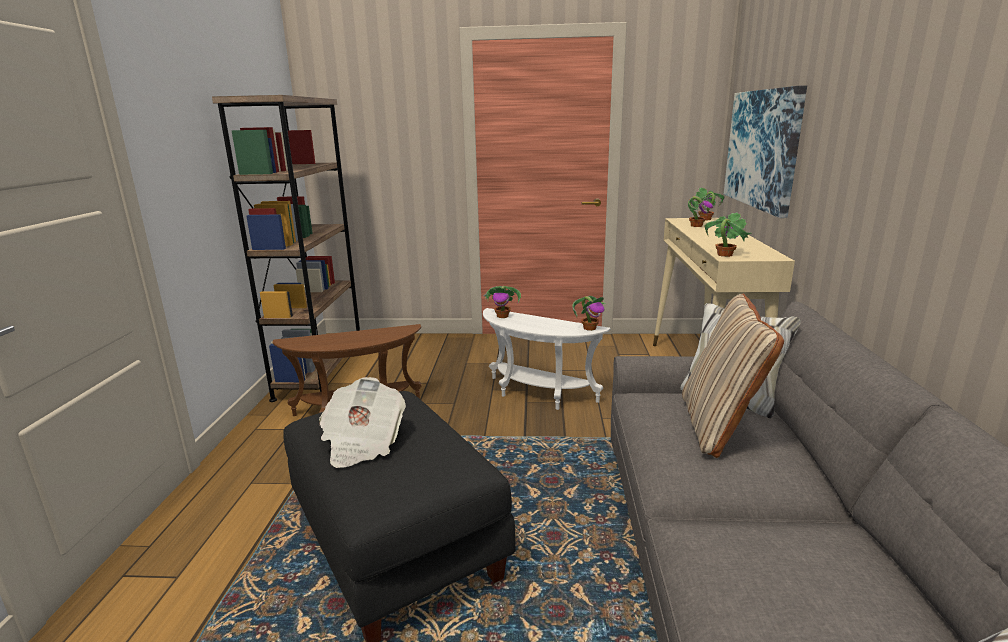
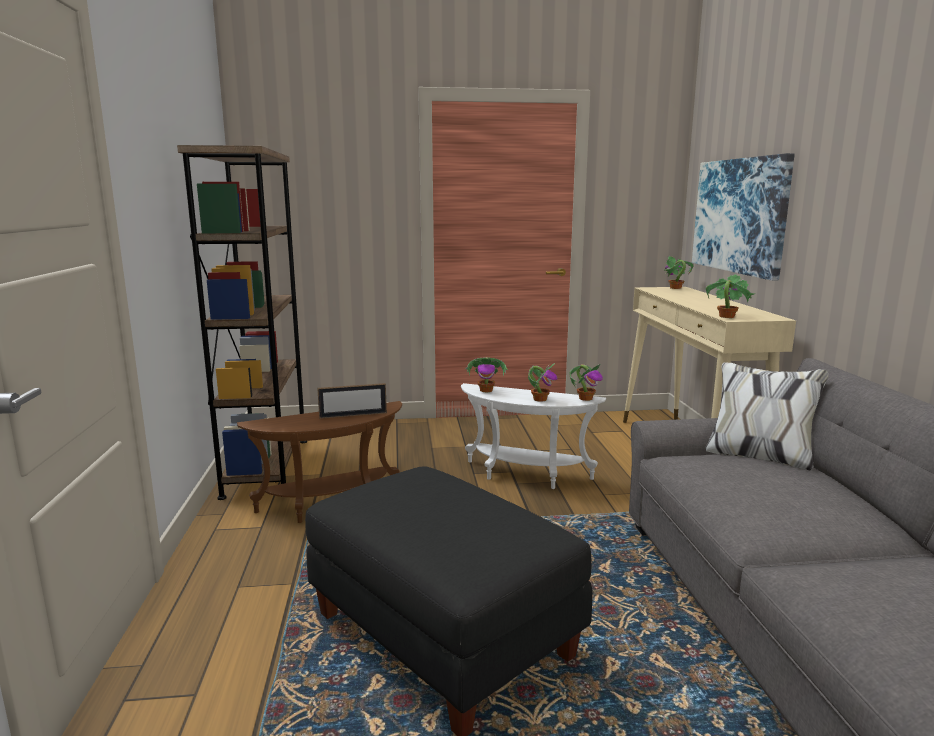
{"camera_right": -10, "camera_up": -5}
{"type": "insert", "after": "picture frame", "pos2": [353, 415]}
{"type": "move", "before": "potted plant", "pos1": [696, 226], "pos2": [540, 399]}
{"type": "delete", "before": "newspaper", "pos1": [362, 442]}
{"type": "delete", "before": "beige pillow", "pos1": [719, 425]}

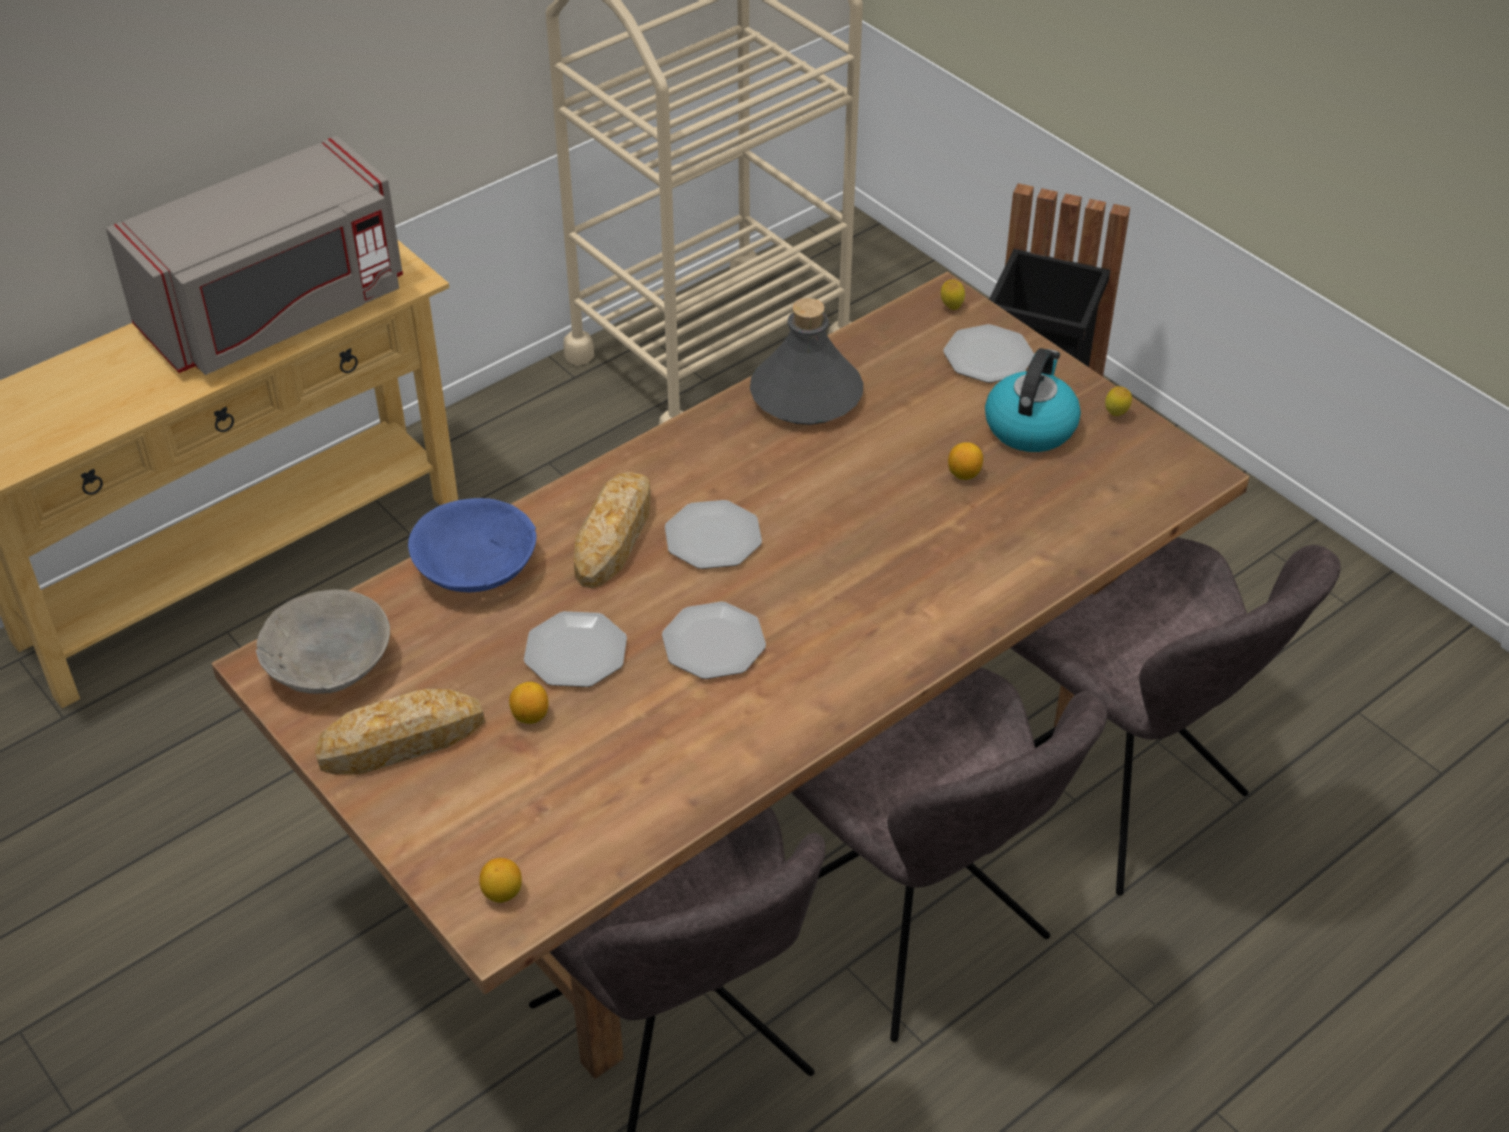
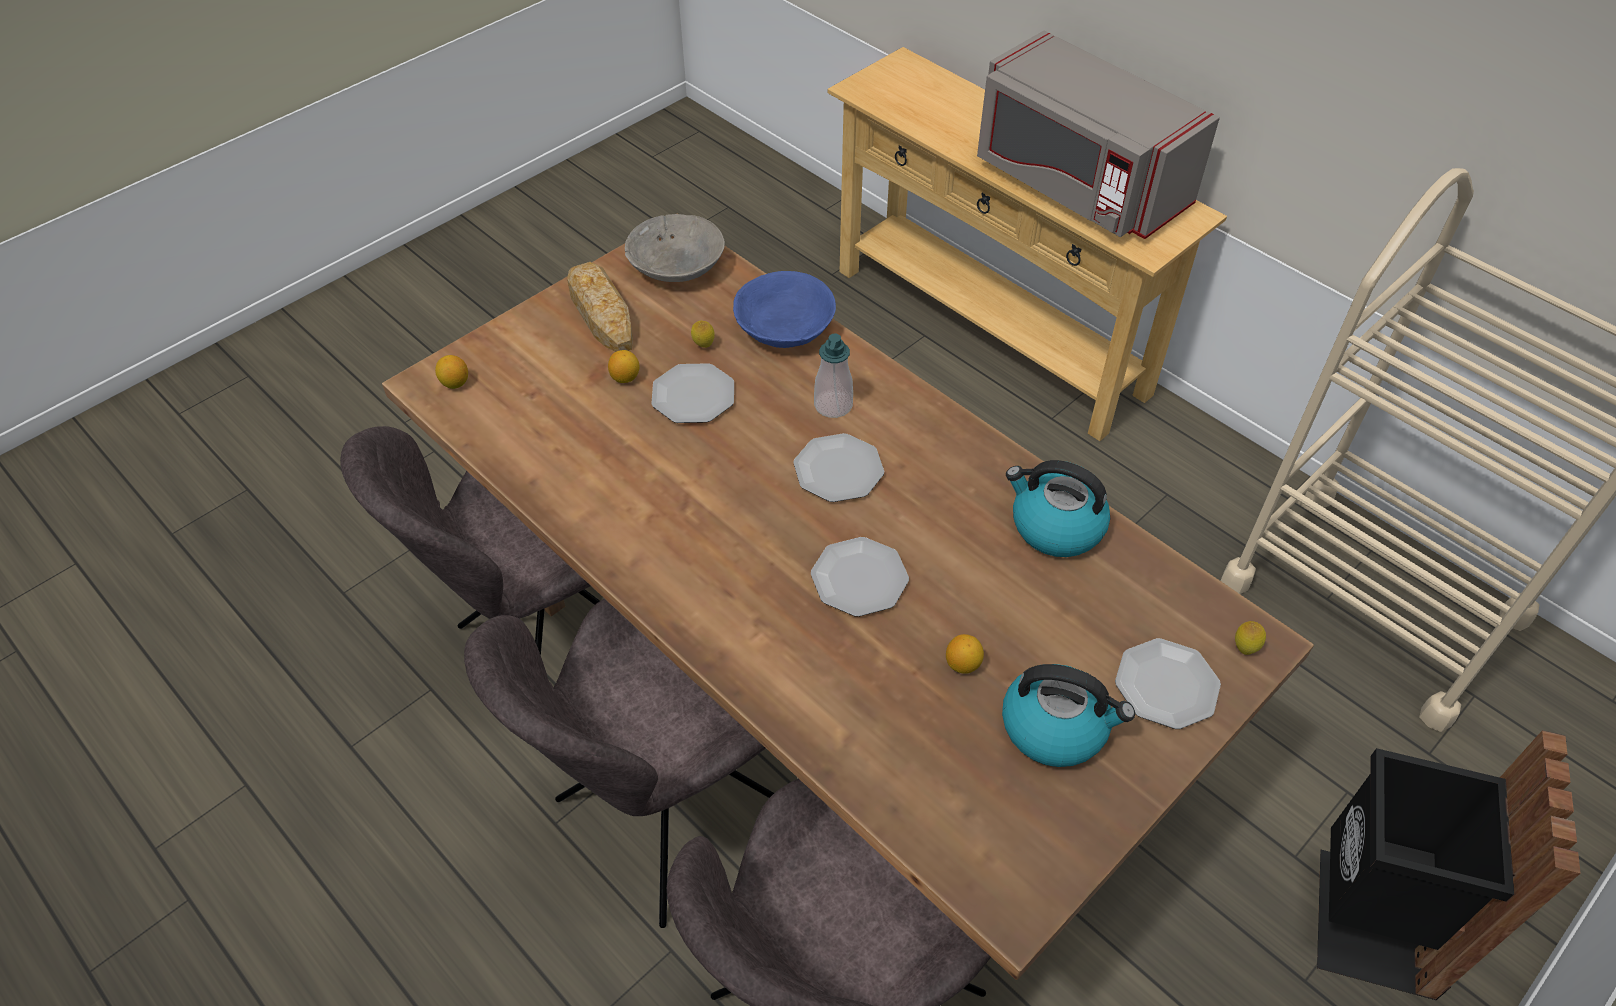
{"camera_right": 85, "camera_up": 5}
{"type": "move", "before": "lemon", "pos1": [1116, 415], "pos2": [703, 346]}
{"type": "move", "before": "plate", "pos1": [713, 643], "pos2": [860, 579]}
{"type": "replace", "before": "bread", "after": "soap dispenser", "pos1": [614, 535], "pos2": [833, 405]}
{"type": "replace", "before": "grey bottle", "after": "kettle", "pos1": [807, 395], "pos2": [1055, 526]}

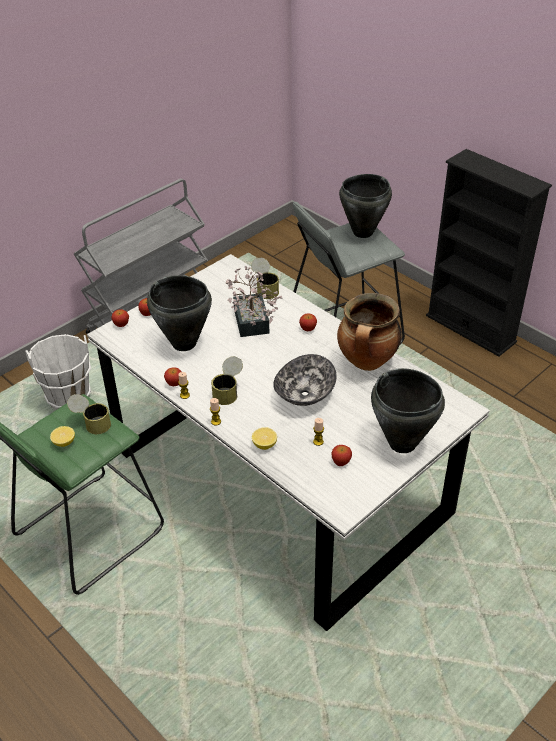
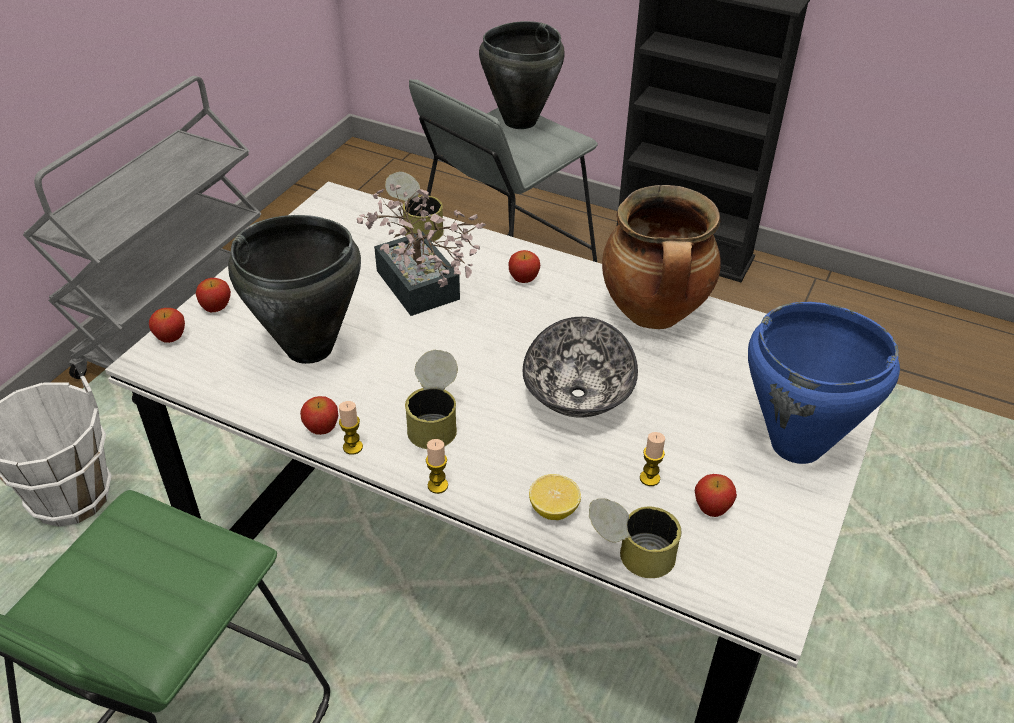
{"camera_right": -20, "camera_up": 0}
{"type": "move", "before": "can", "pos1": [91, 423], "pos2": [630, 554]}
{"type": "recolor", "before": "black cooking pot", "after": "blue cooking pot", "pos1": [402, 444], "pos2": [797, 446]}
{"type": "delete", "before": "lemon", "pos1": [64, 442]}

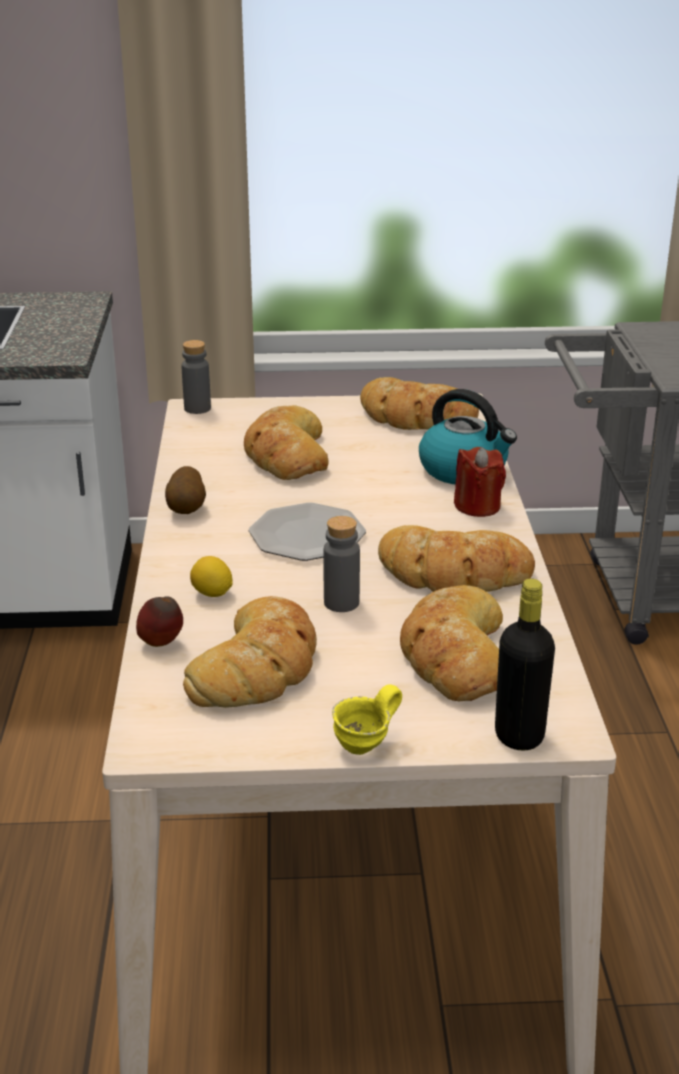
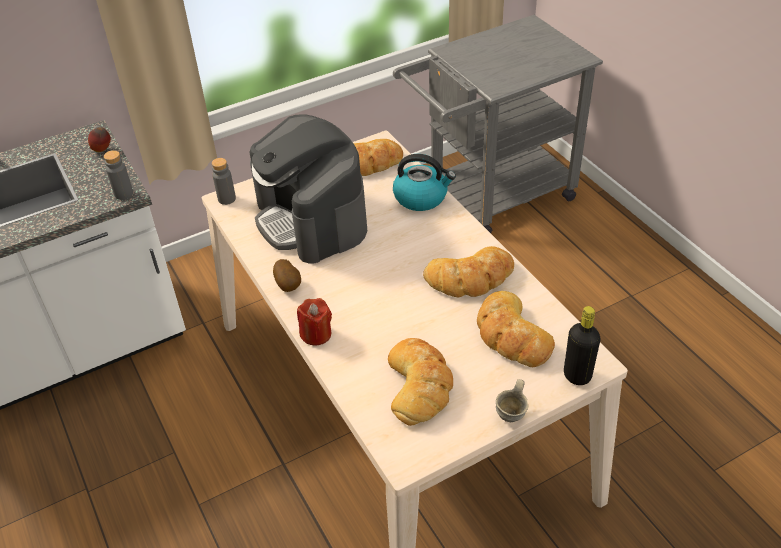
{"camera_right": -25, "camera_up": 15}
{"type": "move", "before": "apple", "pos1": [161, 644], "pos2": [102, 150]}
{"type": "move", "before": "grey bottle", "pos1": [341, 603], "pos2": [124, 194]}
{"type": "replace", "before": "bread", "after": "coffee machine", "pos1": [286, 454], "pos2": [311, 219]}
{"type": "move", "before": "red candle", "pos1": [477, 506], "pos2": [316, 334]}
{"type": "recolor", "before": "yellow mug", "after": "grey mug", "pos1": [367, 747], "pos2": [513, 414]}
{"type": "delete", "before": "lemon", "pos1": [212, 594]}
{"type": "delete", "before": "plate", "pos1": [307, 535]}

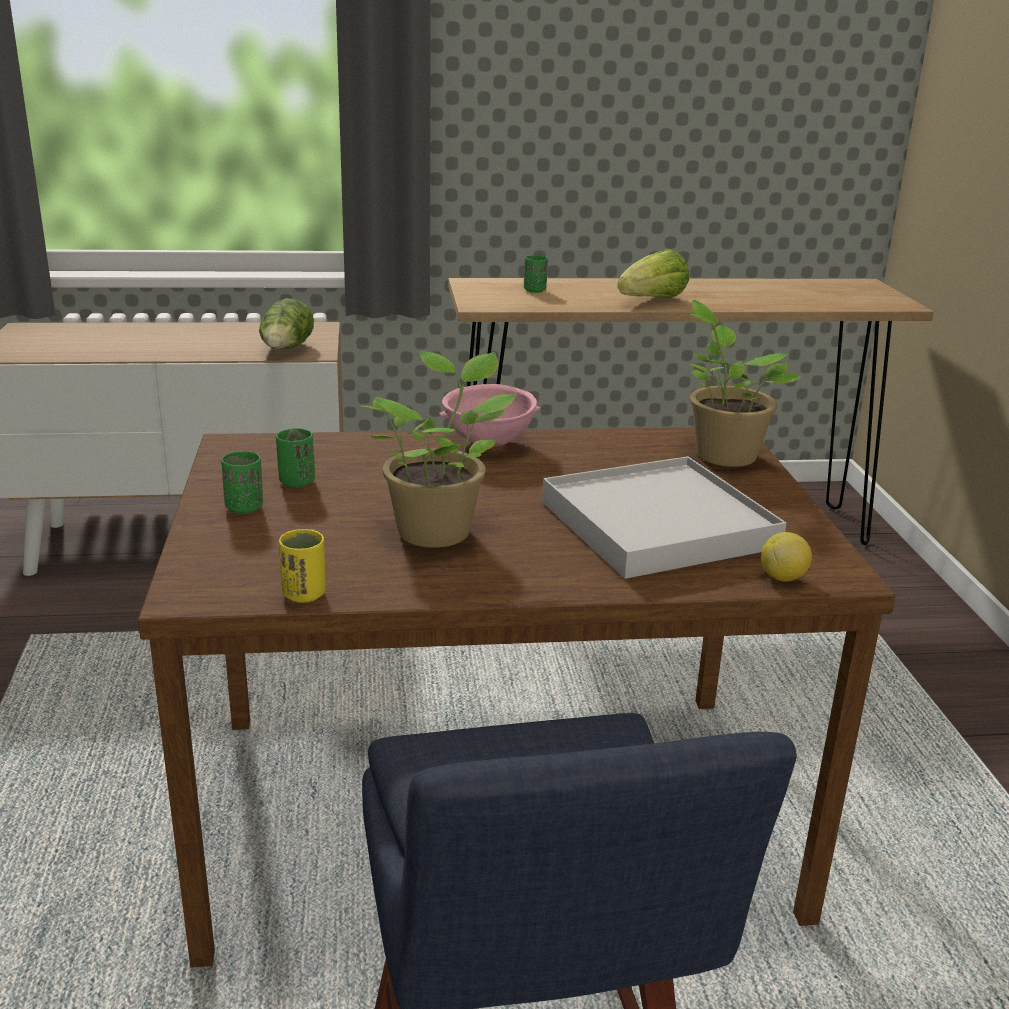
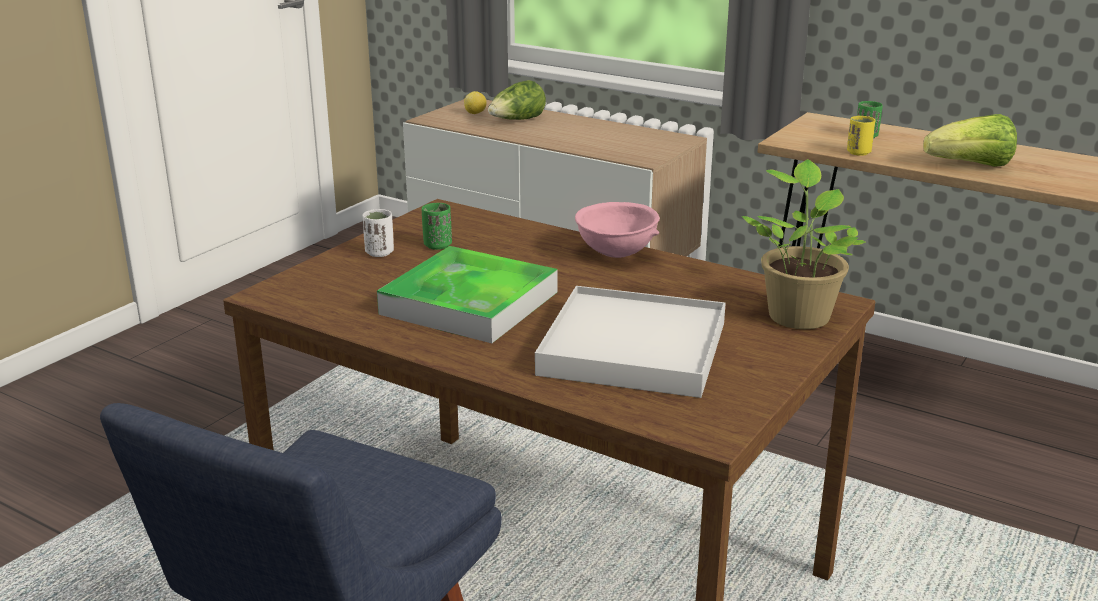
{"camera_right": 40, "camera_up": 0}
{"type": "recolor", "before": "green cup", "after": "white cup", "pos1": [244, 508], "pos2": [379, 253]}
{"type": "replace", "before": "potted plant", "after": "tray", "pos1": [437, 530], "pos2": [469, 303]}
{"type": "move", "before": "lemon", "pos1": [783, 577], "pos2": [475, 113]}
{"type": "move", "before": "lettuce", "pos1": [286, 350], "pos2": [517, 121]}
{"type": "move", "before": "yellow cup", "pos1": [304, 594], "pos2": [858, 152]}

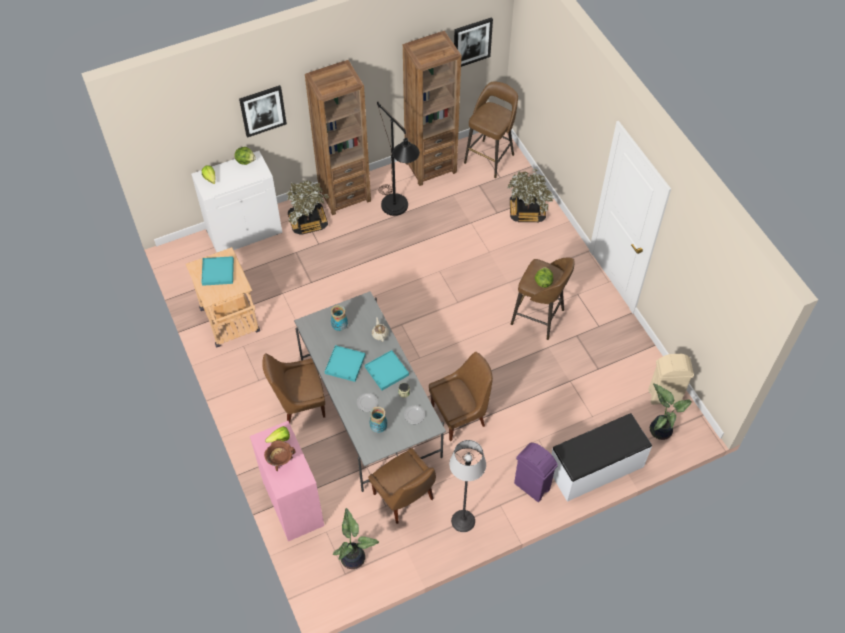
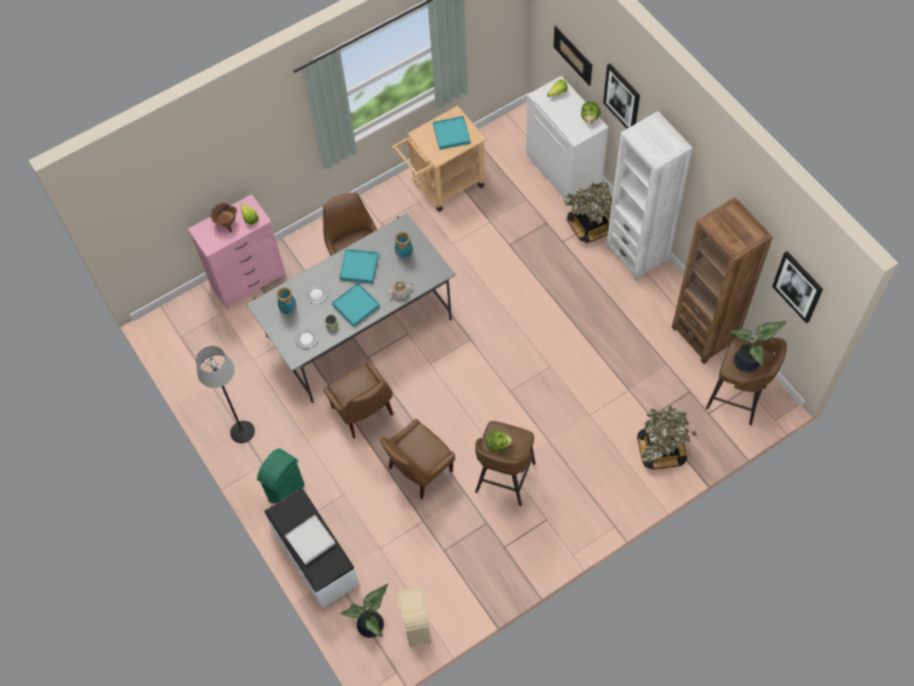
{"camera_right": 85, "camera_up": 5}
{"type": "recolor", "before": "purple trash can", "after": "green trash can", "pos1": [532, 486], "pos2": [286, 493]}
{"type": "insert", "after": "white tray", "pos2": [310, 540]}
{"type": "move", "before": "brown chair", "pos1": [404, 498], "pos2": [418, 471]}
{"type": "insert", "after": "picture", "pos2": [573, 55]}
{"type": "recolor", "before": "brown bookcase", "after": "white bookcase", "pos1": [344, 195], "pos2": [637, 254]}
{"type": "move", "before": "potted plant", "pos1": [354, 557], "pos2": [748, 363]}
{"type": "delete", "before": "black floor lamp", "pos1": [397, 211]}

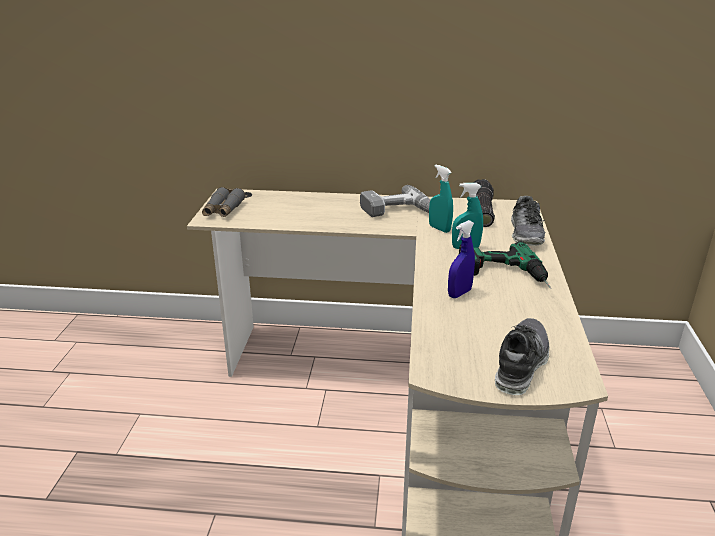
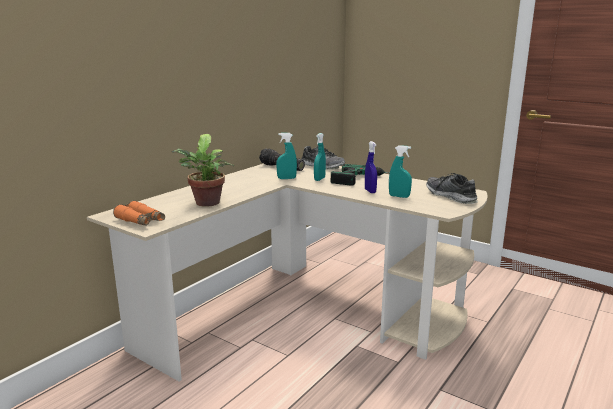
{"camera_right": -60, "camera_up": -10}
{"type": "recolor", "before": "grey binoculars", "after": "orange binoculars", "pos1": [223, 210], "pos2": [140, 221]}
{"type": "insert", "after": "potted plant", "pos2": [206, 204]}
{"type": "insert", "after": "turquoise spray bottle", "pos2": [399, 196]}
{"type": "delete", "before": "power drill", "pos1": [398, 212]}

